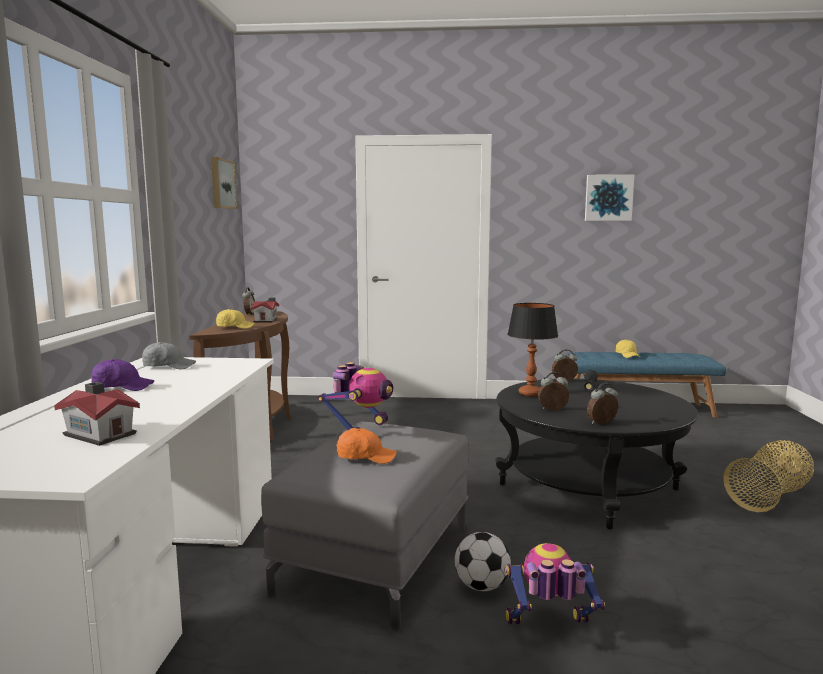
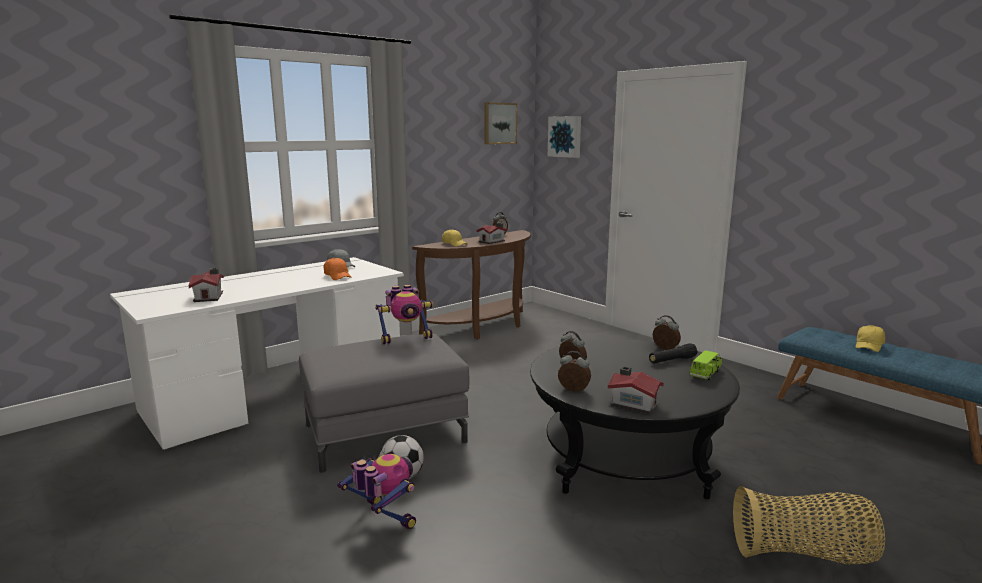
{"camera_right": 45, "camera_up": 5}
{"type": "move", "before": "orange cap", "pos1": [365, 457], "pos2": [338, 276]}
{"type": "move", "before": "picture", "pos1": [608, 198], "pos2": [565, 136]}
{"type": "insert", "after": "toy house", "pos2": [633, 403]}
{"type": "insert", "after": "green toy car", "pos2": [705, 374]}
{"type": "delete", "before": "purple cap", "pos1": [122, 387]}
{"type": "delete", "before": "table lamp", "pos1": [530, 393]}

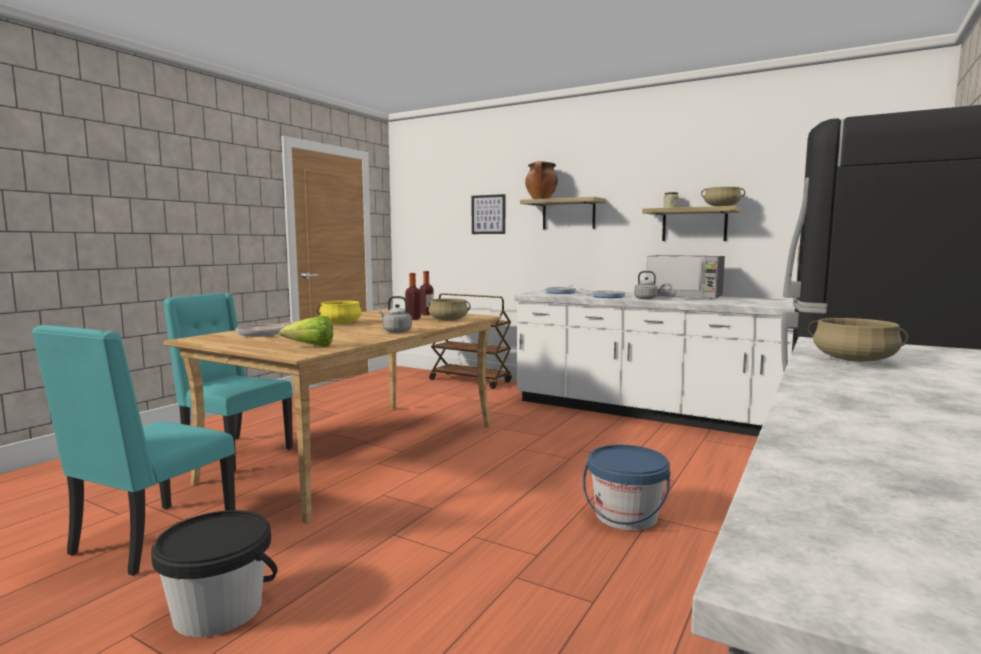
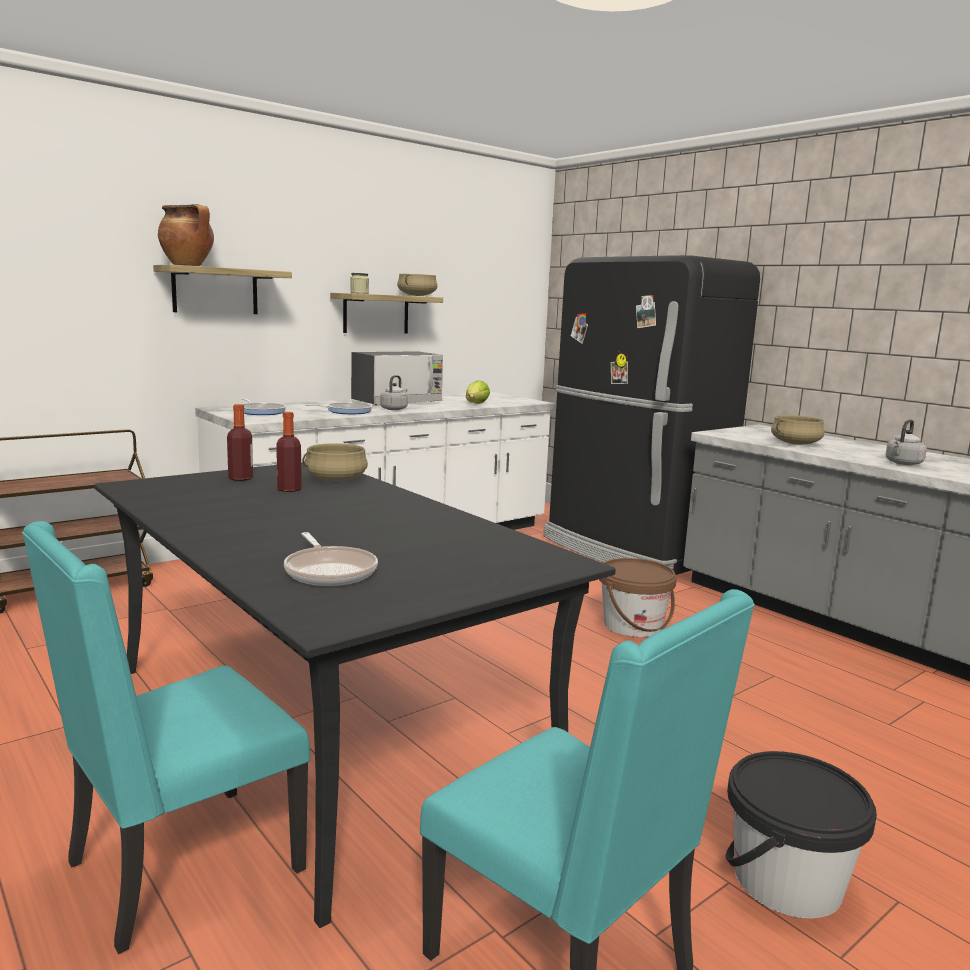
{"camera_right": -70, "camera_up": 5}
{"type": "recolor", "before": "beige dining table", "after": "black dining table", "pos1": [361, 451], "pos2": [323, 728]}
{"type": "move", "before": "lettuce", "pos1": [312, 346], "pos2": [476, 404]}
{"type": "recolor", "before": "blue bucket", "after": "brown bucket", "pos1": [626, 516], "pos2": [632, 625]}
{"type": "move", "before": "grey kettle", "pos1": [396, 331], "pos2": [903, 463]}
{"type": "delete", "before": "yellow cooking pot", "pos1": [340, 323]}
{"type": "delete", "before": "picture", "pos1": [488, 214]}

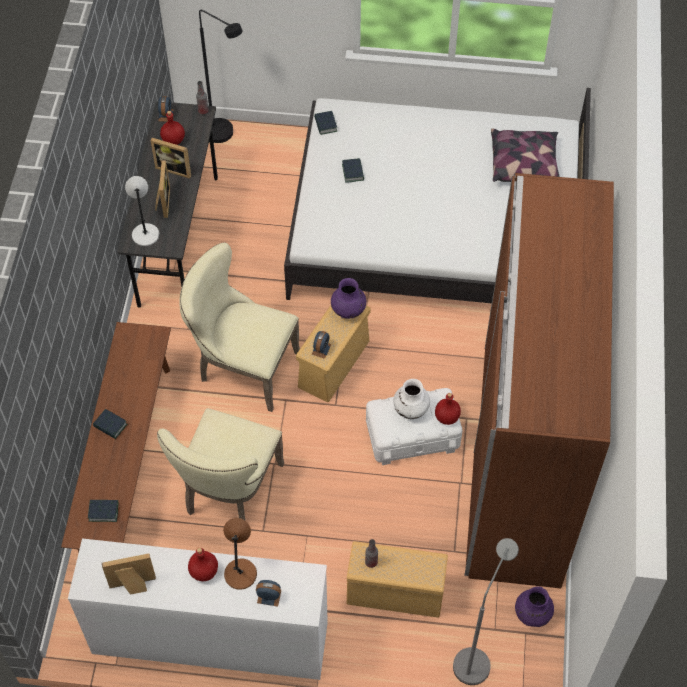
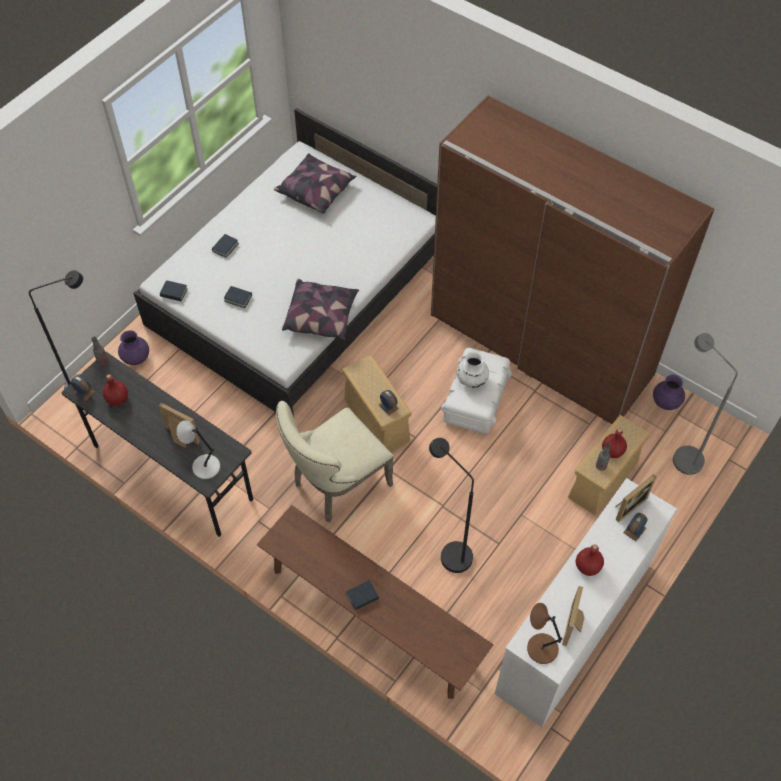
{"camera_right": -60, "camera_up": 0}
{"type": "move", "before": "purple vase", "pos1": [348, 311], "pos2": [136, 358]}
{"type": "move", "before": "book", "pos1": [103, 512], "pos2": [225, 247]}
{"type": "insert", "after": "pillow", "pos2": [321, 316]}
{"type": "replace", "before": "beige chair", "after": "black floor lamp", "pos1": [229, 493], "pos2": [450, 551]}
{"type": "move", "before": "brown table lamp", "pos1": [240, 572], "pos2": [540, 648]}
{"type": "move", "before": "red bottle", "pos1": [446, 417], "pos2": [612, 451]}
{"type": "move", "before": "picture frame", "pos1": [175, 168], "pos2": [627, 505]}

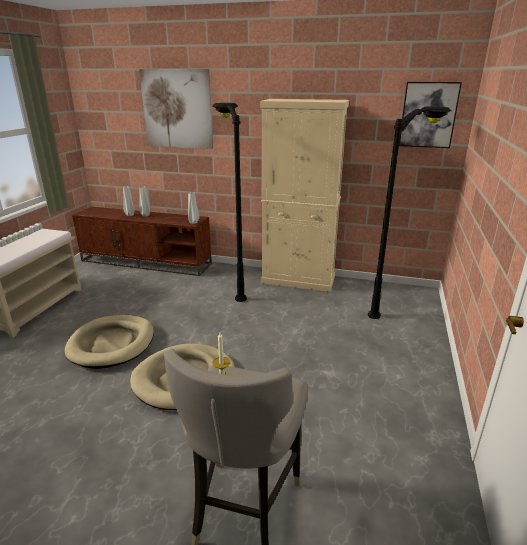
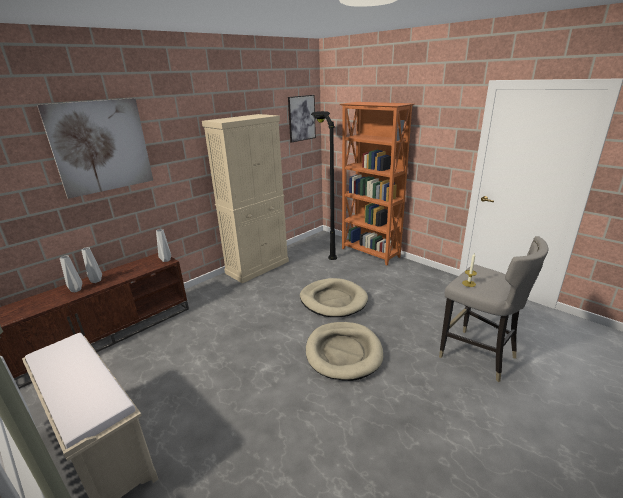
{"camera_right": -60, "camera_up": 0}
{"type": "move", "before": "beige dog bed", "pos1": [112, 344], "pos2": [333, 300]}
{"type": "insert", "after": "orange bookcase", "pos2": [370, 253]}
{"type": "delete", "before": "black floor lamp", "pos1": [233, 282]}

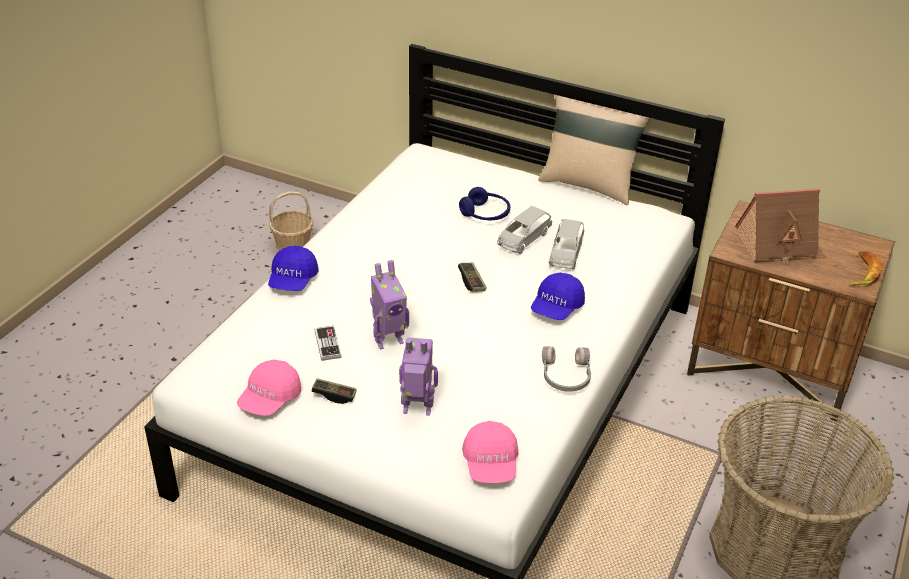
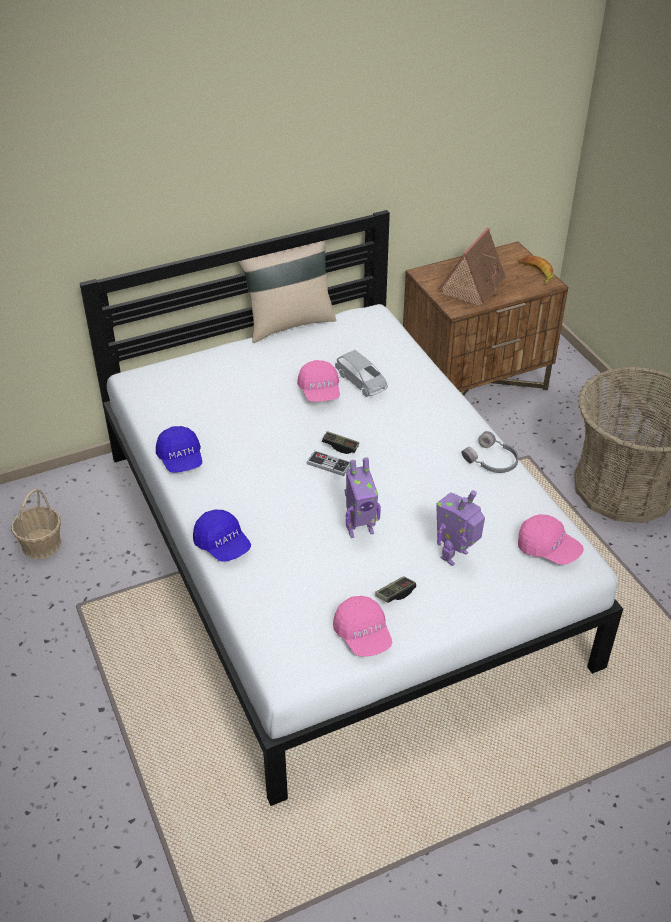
{"camera_right": -50, "camera_up": 5}
{"type": "move", "before": "blue cap", "pos1": [556, 308], "pos2": [181, 459]}
{"type": "replace", "before": "grey toy car", "after": "pink cap", "pos1": [523, 239], "pos2": [320, 391]}
{"type": "move", "before": "game controller", "pos1": [327, 344], "pos2": [329, 464]}
{"type": "rotate", "before": "toy robot", "pos1": [388, 340], "pos2": [359, 529], "turn": 60}
{"type": "delete", "before": "blue headphones", "pos1": [485, 214]}

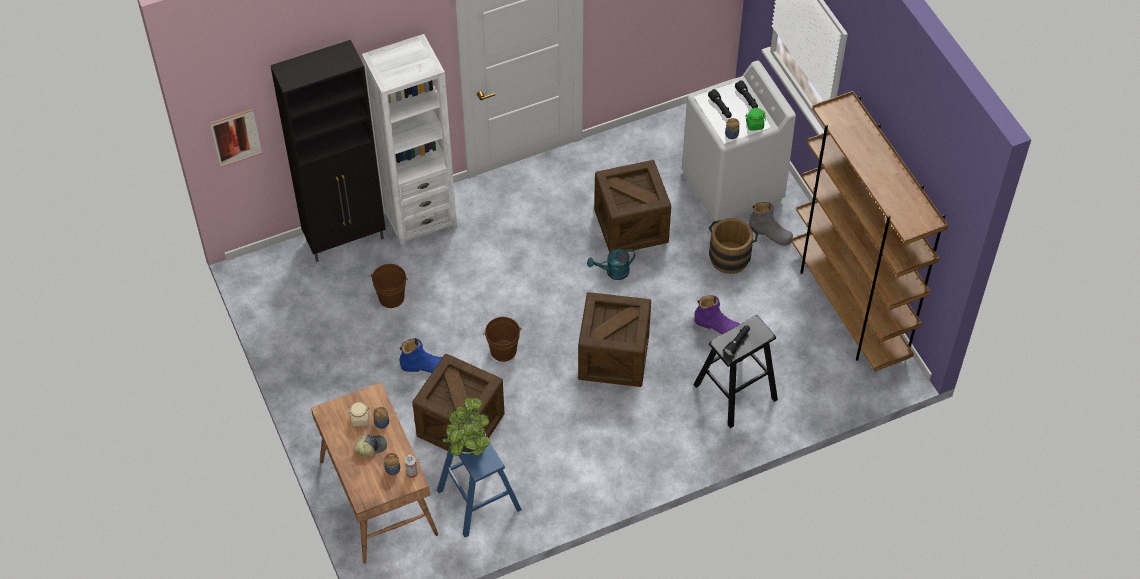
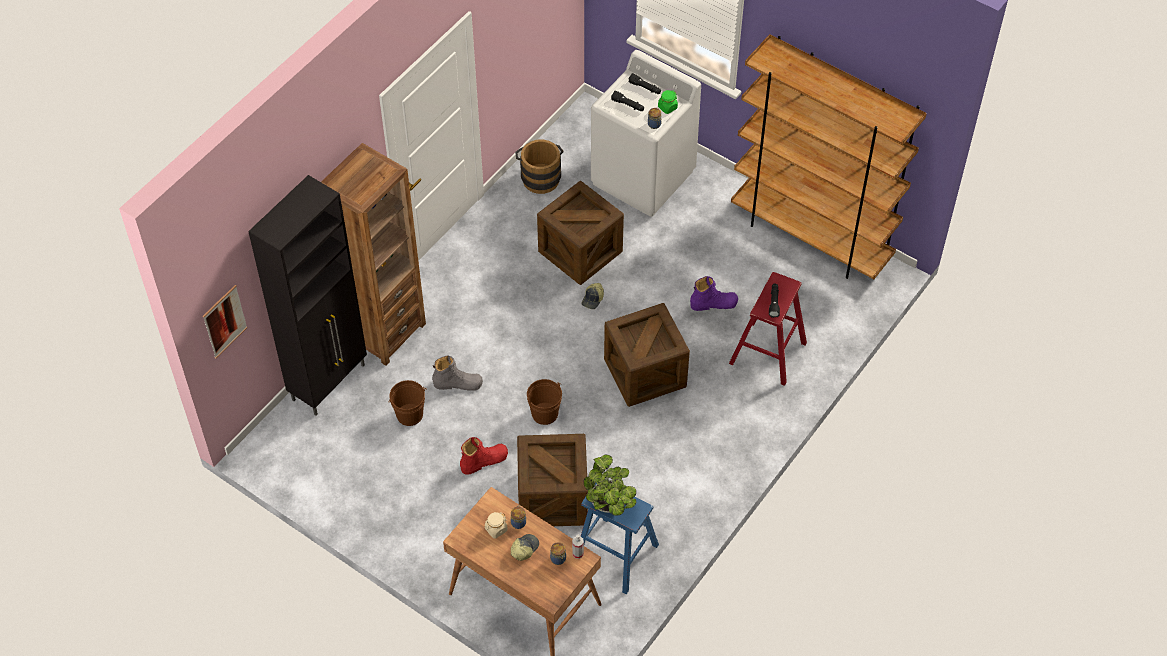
{"camera_right": -30, "camera_up": 0}
{"type": "recolor", "before": "white bookcase", "after": "brown bookcase", "pos1": [419, 219], "pos2": [385, 332]}
{"type": "move", "before": "grey boot", "pos1": [770, 233], "pos2": [458, 383]}
{"type": "recolor", "before": "blue boot", "after": "red boot", "pos1": [425, 366], "pos2": [484, 461]}
{"type": "move", "before": "brown bucket", "pos1": [730, 255], "pos2": [540, 176]}
{"type": "replace", "before": "turquoise watering can", "after": "cap", "pos1": [613, 272], "pos2": [593, 299]}
{"type": "recolor", "before": "black stool", "after": "red stool", "pos1": [735, 392], "pos2": [767, 353]}

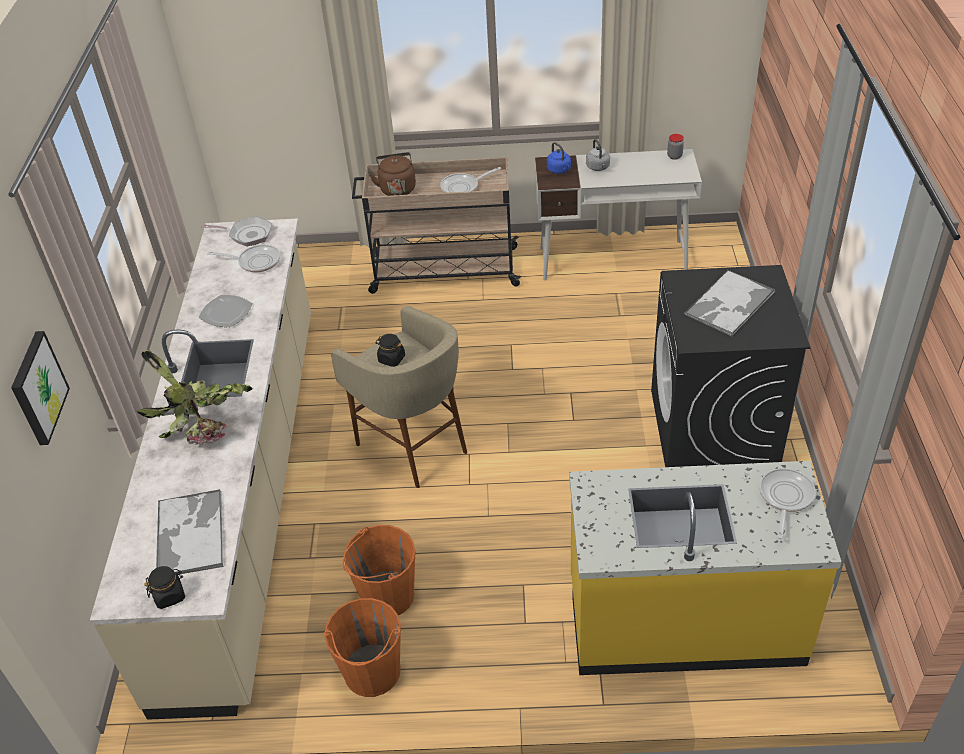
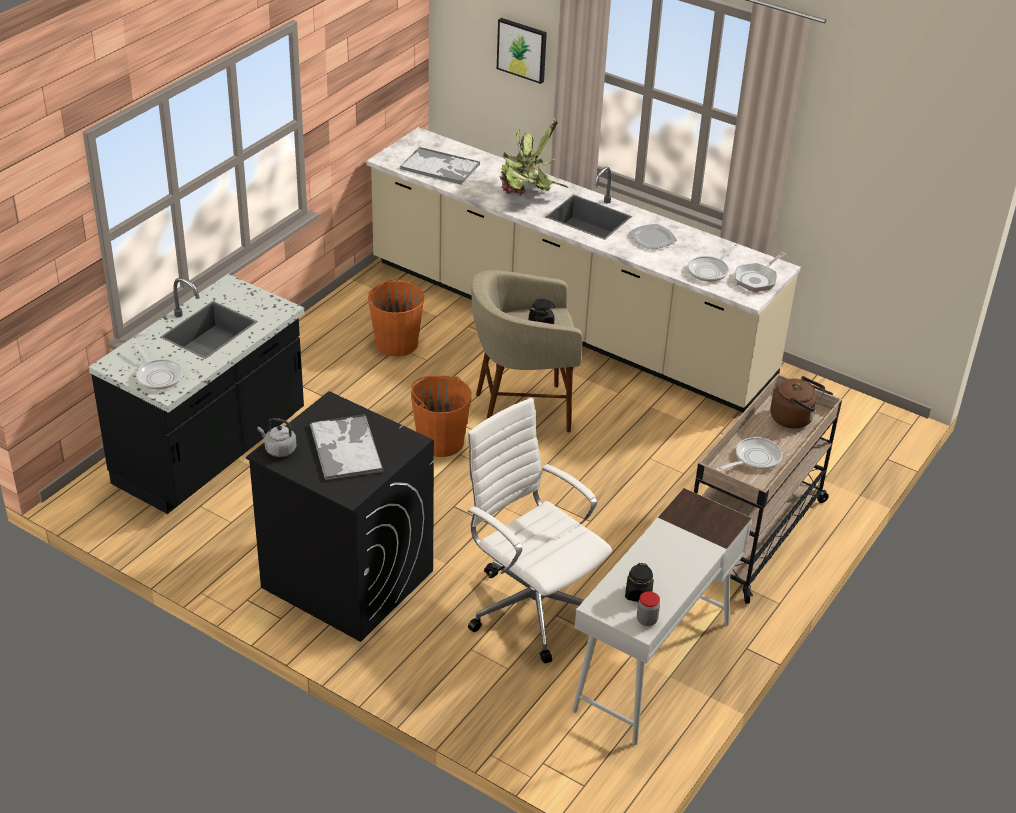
{"camera_right": 120, "camera_up": -5}
{"type": "recolor", "before": "yellow counter", "after": "black counter", "pos1": [684, 621], "pos2": [212, 452]}
{"type": "move", "before": "grey kettle", "pos1": [598, 167], "pos2": [279, 449]}
{"type": "move", "before": "orange bucket", "pos1": [372, 672], "pos2": [440, 441]}
{"type": "insert", "after": "white office chair", "pos2": [532, 606]}
{"type": "move", "before": "black jar", "pos1": [170, 595], "pos2": [638, 594]}
{"type": "rotate", "before": "frying pan", "pos1": [463, 187], "pos2": [754, 459], "turn": 45}
{"type": "delete", "before": "blue kettle", "pos1": [559, 170]}

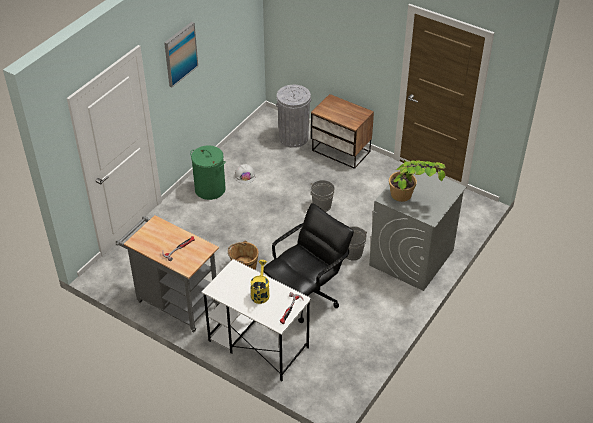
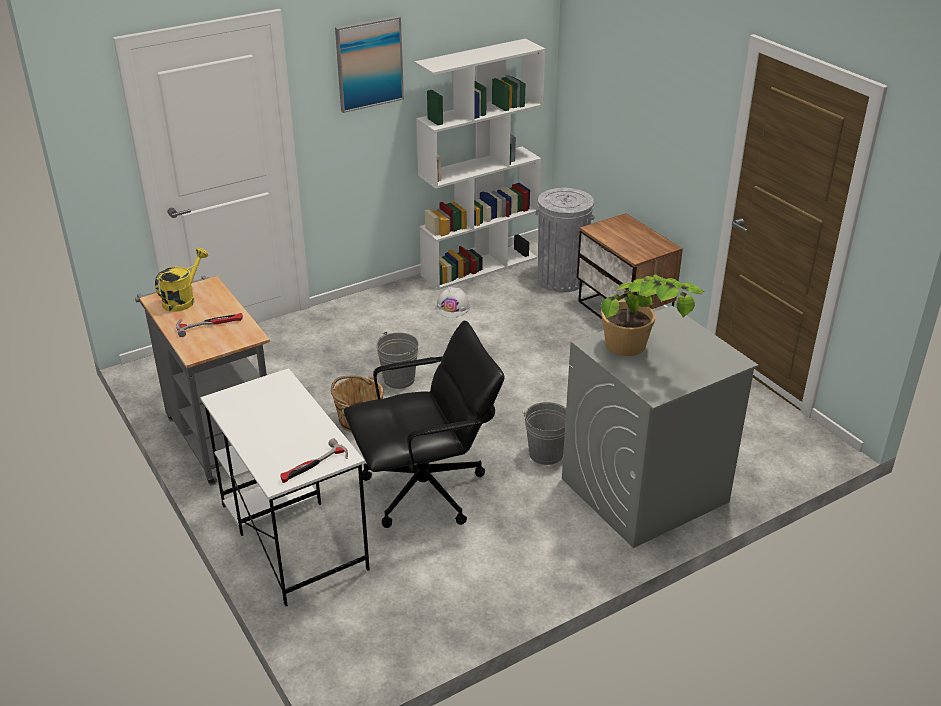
{"camera_right": 25, "camera_up": -10}
{"type": "move", "before": "yellow watering can", "pos1": [260, 292], "pos2": [183, 299]}
{"type": "move", "before": "grey bucket", "pos1": [322, 206], "pos2": [399, 379]}
{"type": "insert", "after": "white bookcase", "pos2": [479, 266]}
{"type": "delete", "before": "green laundry basket", "pos1": [210, 189]}

